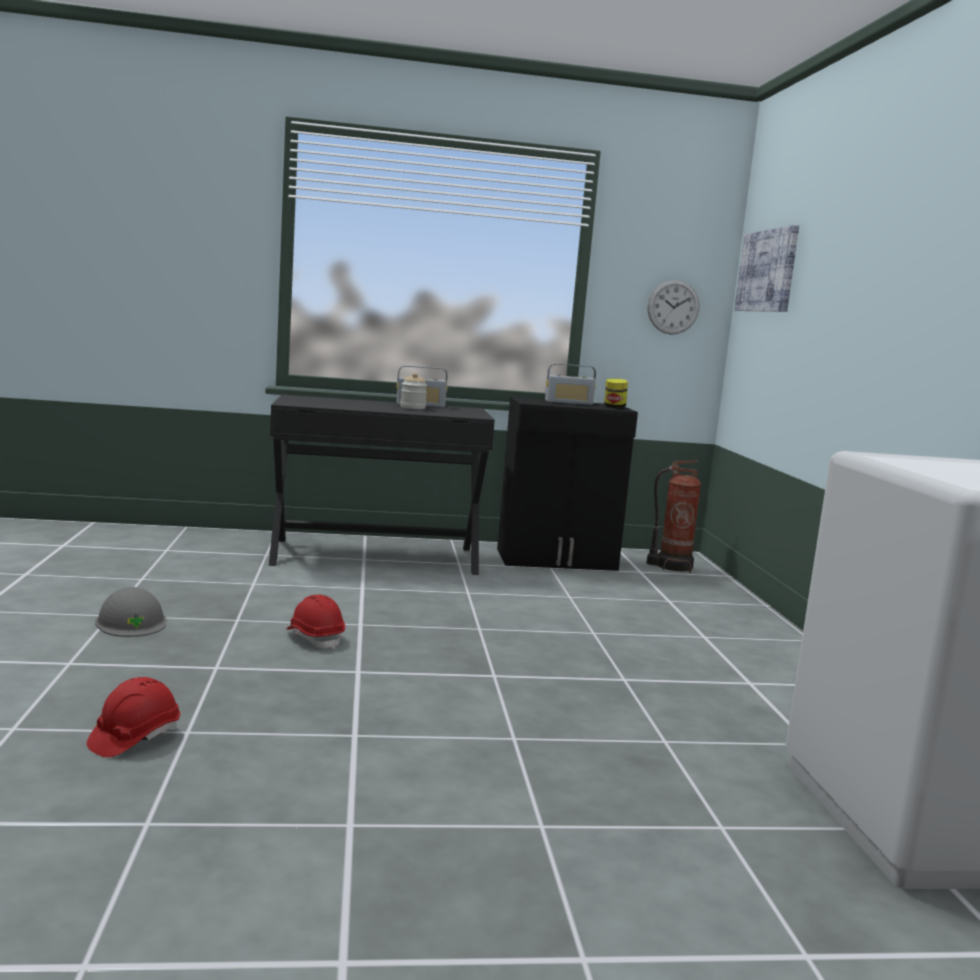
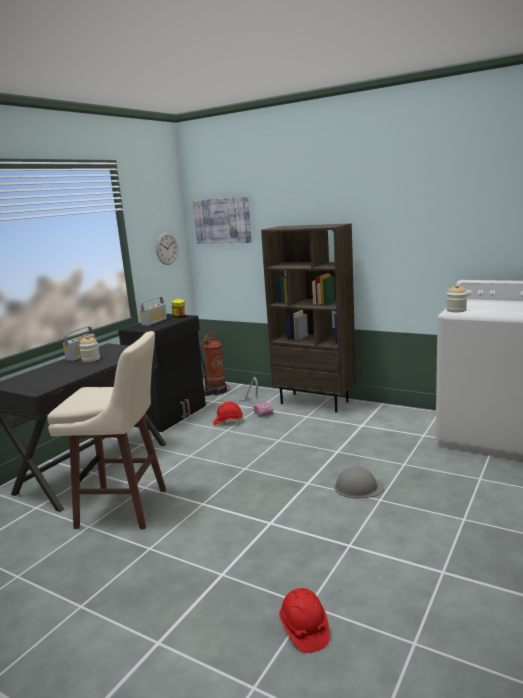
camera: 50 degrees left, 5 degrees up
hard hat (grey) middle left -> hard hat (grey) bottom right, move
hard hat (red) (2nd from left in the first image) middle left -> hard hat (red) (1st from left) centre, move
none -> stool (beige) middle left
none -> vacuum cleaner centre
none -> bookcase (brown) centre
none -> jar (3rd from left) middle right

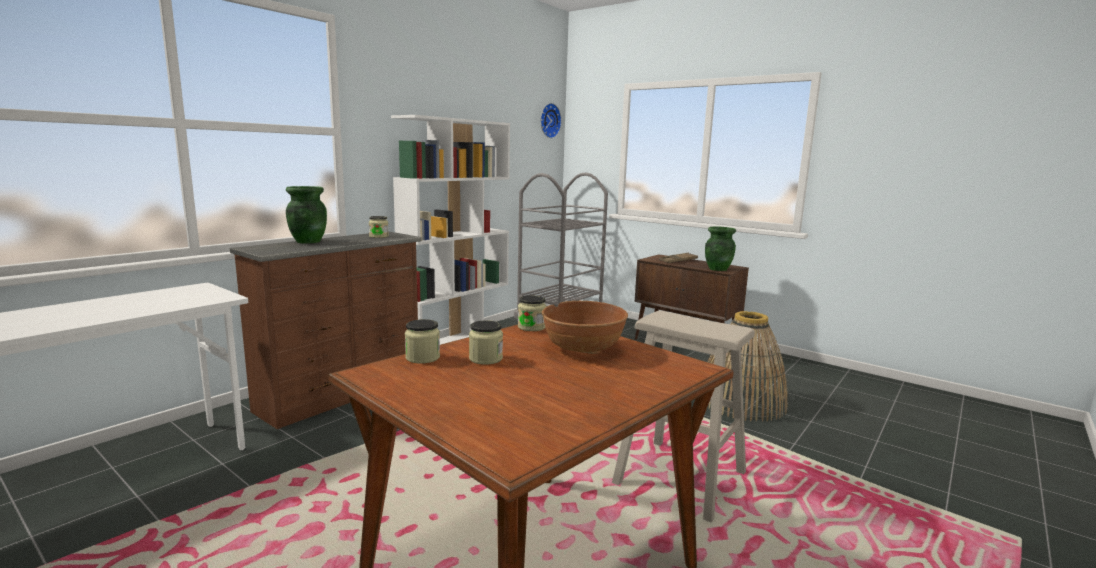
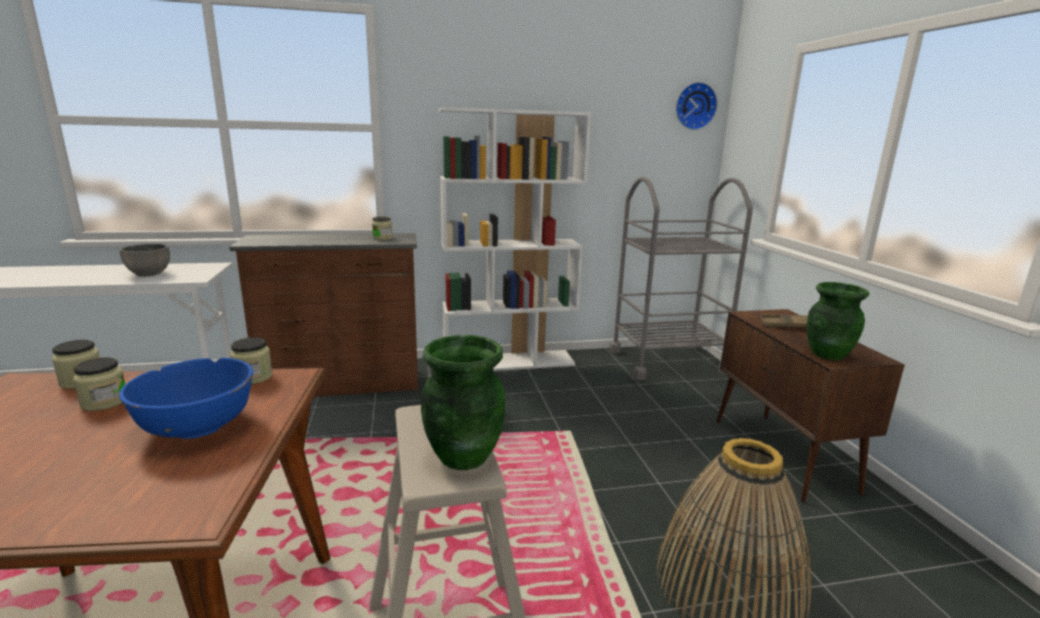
camera: 40 degrees right, 5 degrees up
vase (green) (1st from left) middle left -> vase (green) (1st from left) centre, move
bowl (brown) centre -> bowl (blue) middle left
none -> bowl (grey) middle left

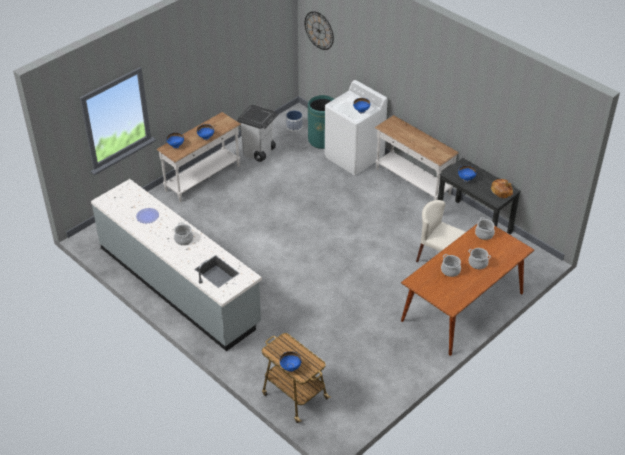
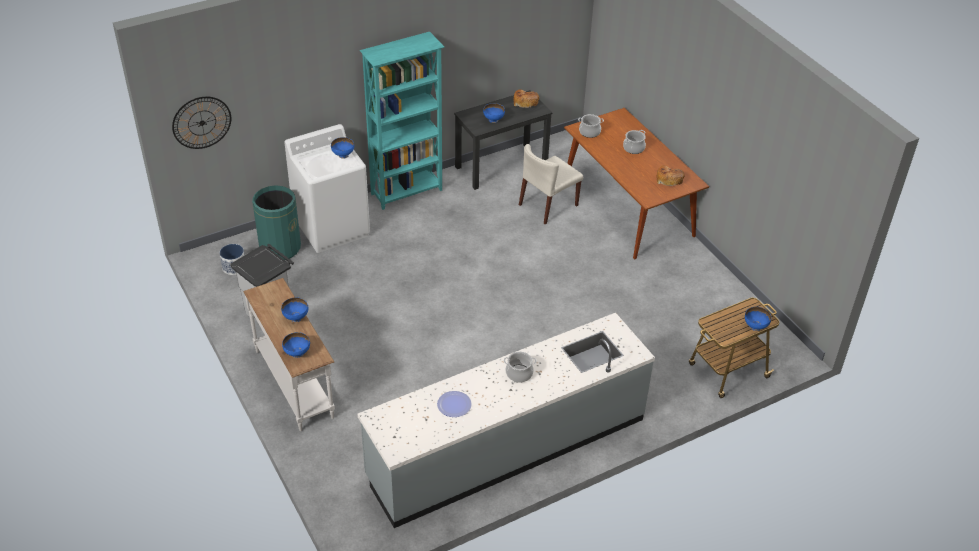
camera: 75 degrees left, 0 degrees up
console table (white) (2nd from left) centre -> bookcase (turquoise) top centre
cooking pot (2nd from left) middle right -> none
none -> bread (2nd from left) top right

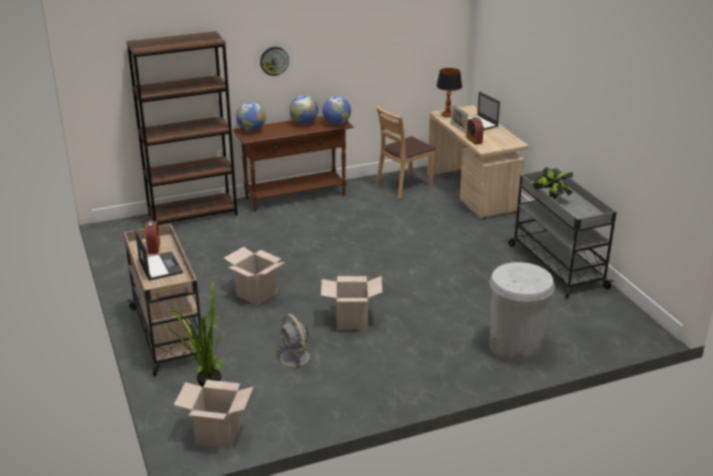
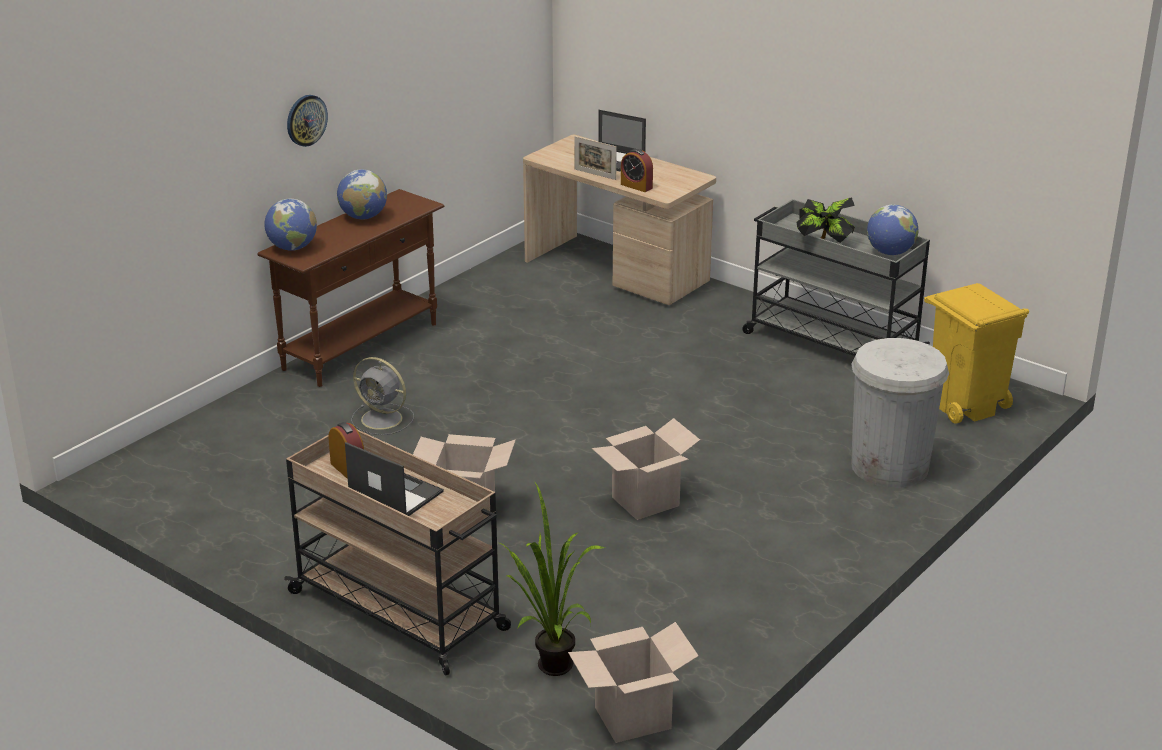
camera: 30 degrees left, 0 degrees up
bookcase (brown) top left -> none
fan (grey) bottom centre -> fan (grey) middle left, move
globe (3rd from left) top centre -> globe (3rd from left) top right, move
chair (brown) top centre -> none
table lamp top centre -> none
none -> trash can (yellow) middle right

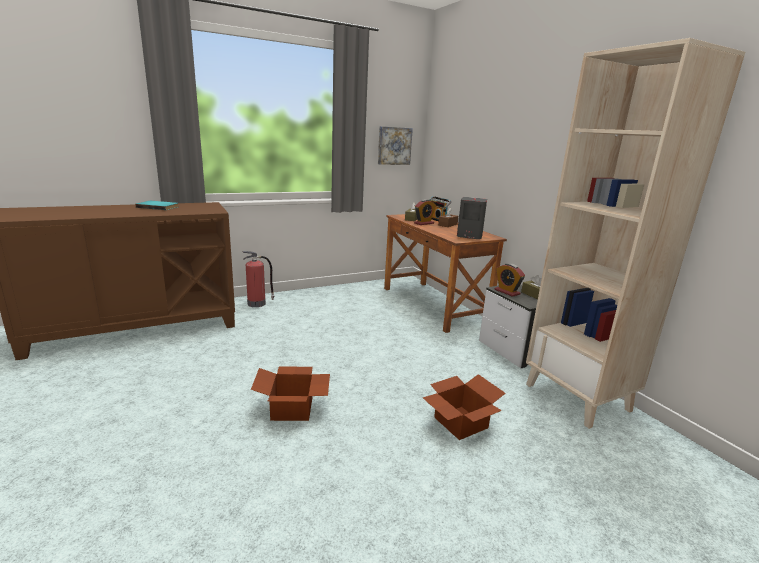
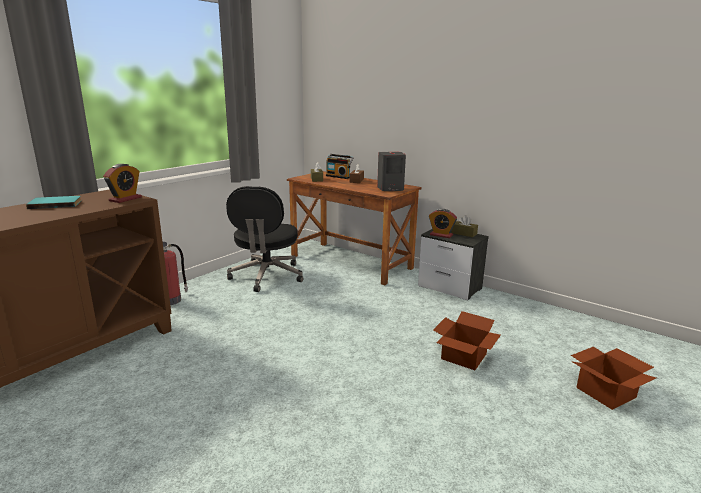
camera: 25 degrees left, 0 degrees up
cardboard box (1st from left in the first image) bottom centre -> cardboard box (2nd from left) bottom right, move
picture top centre -> none
alarm clock (1st from left) centre -> alarm clock (1st from left) middle left, move
bookcase (beige) middle right -> none
none -> office chair (black) centre

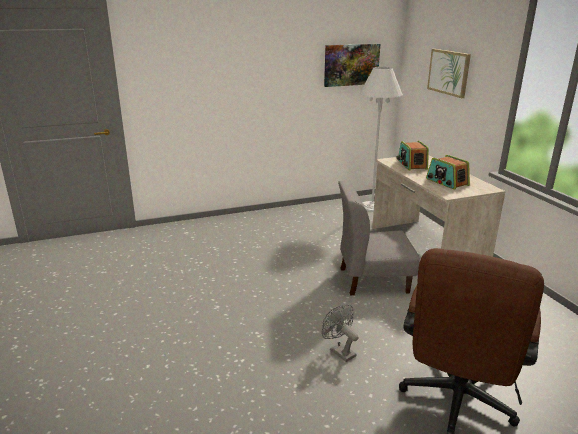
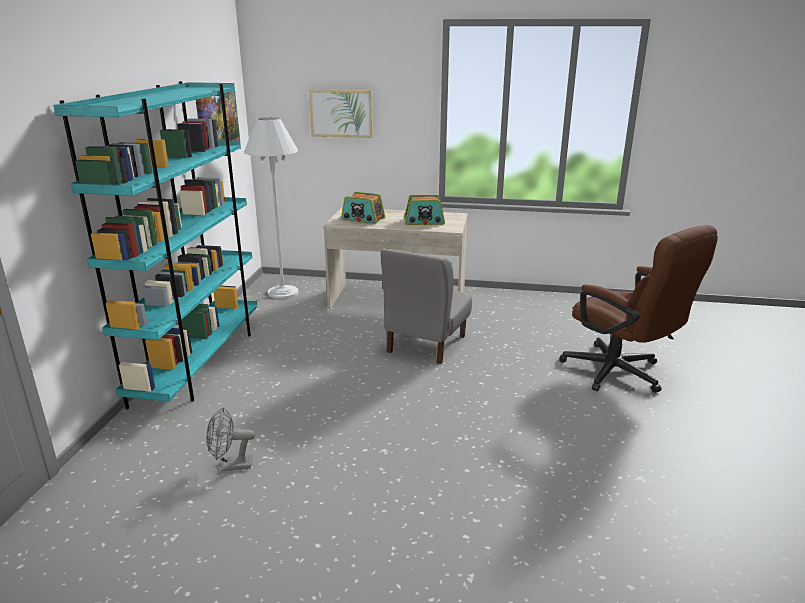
camera: 60 degrees left, 0 degrees up
fan (grey) bottom centre -> fan (grey) bottom left, move
none -> bookcase (turquoise) middle left

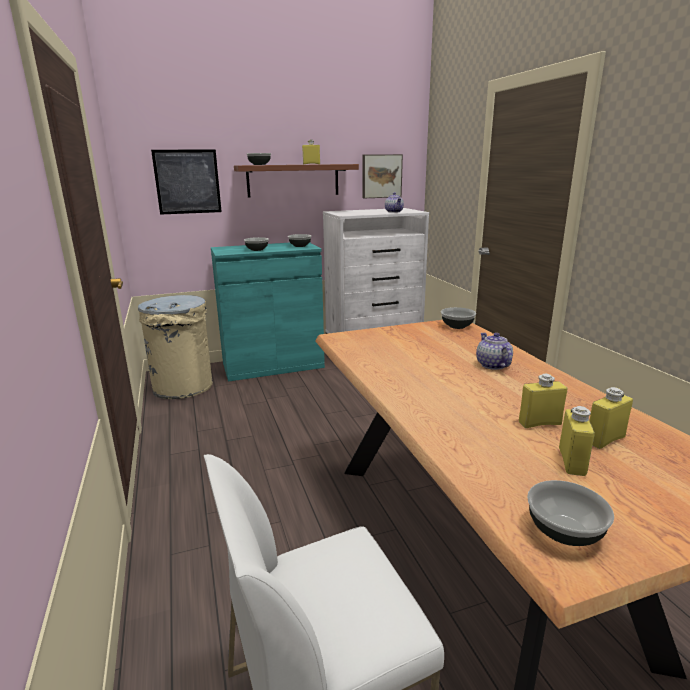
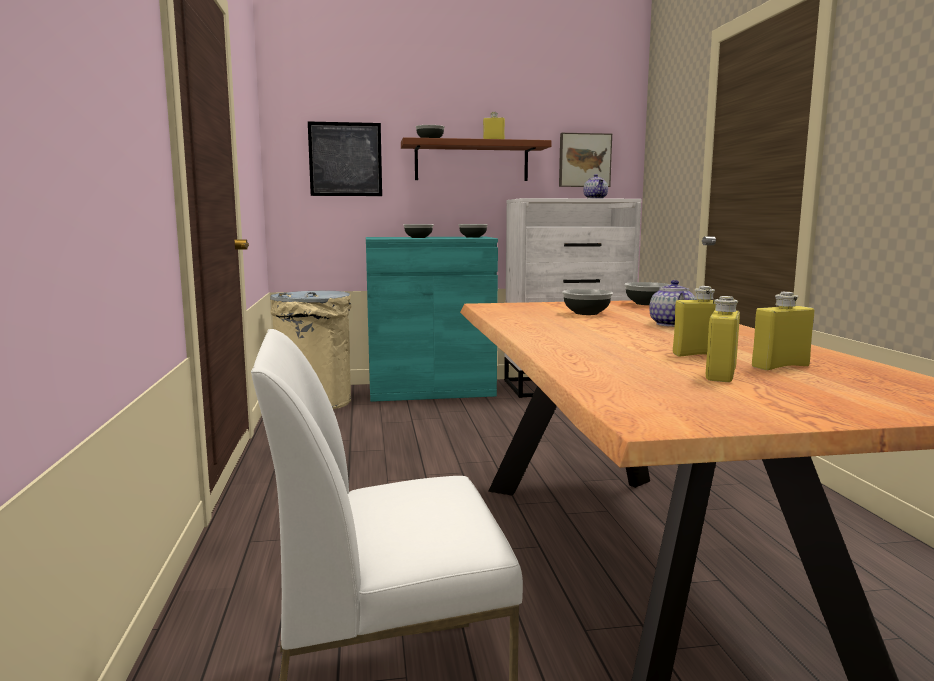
camera: 10 degrees right, 10 degrees down
bowl (5th from left in the first image) bottom right -> bowl (4th from left) centre, move

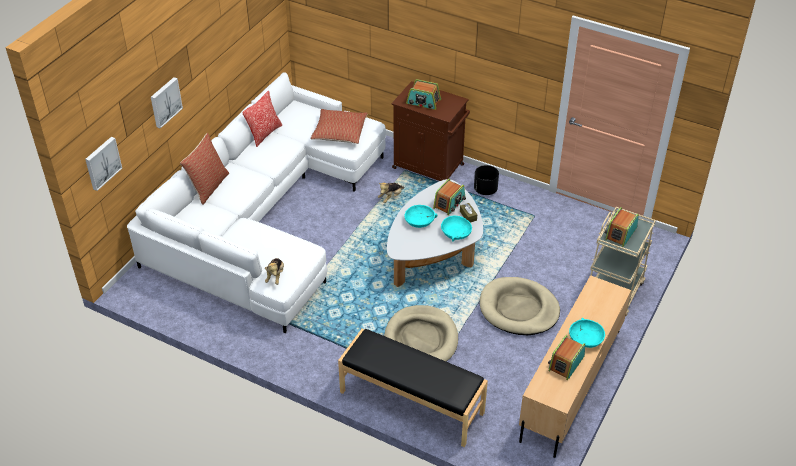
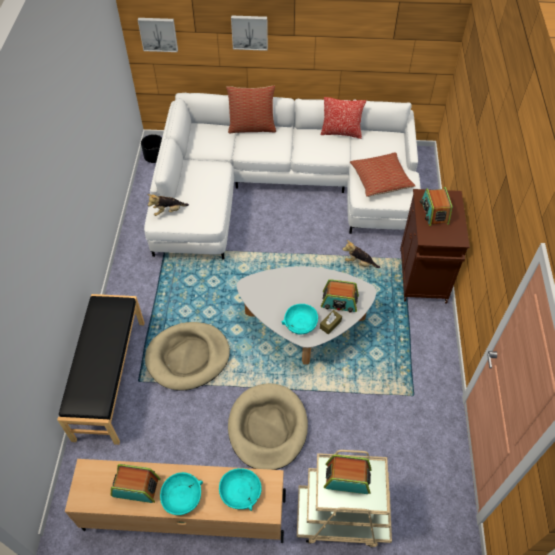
camera: 65 degrees right, 10 degrees up
bowl (turquoise) (1st from left in the first image) centre -> bowl (turquoise) (2nd from left) bottom centre, move
planter (black) centre -> planter (black) top left, move

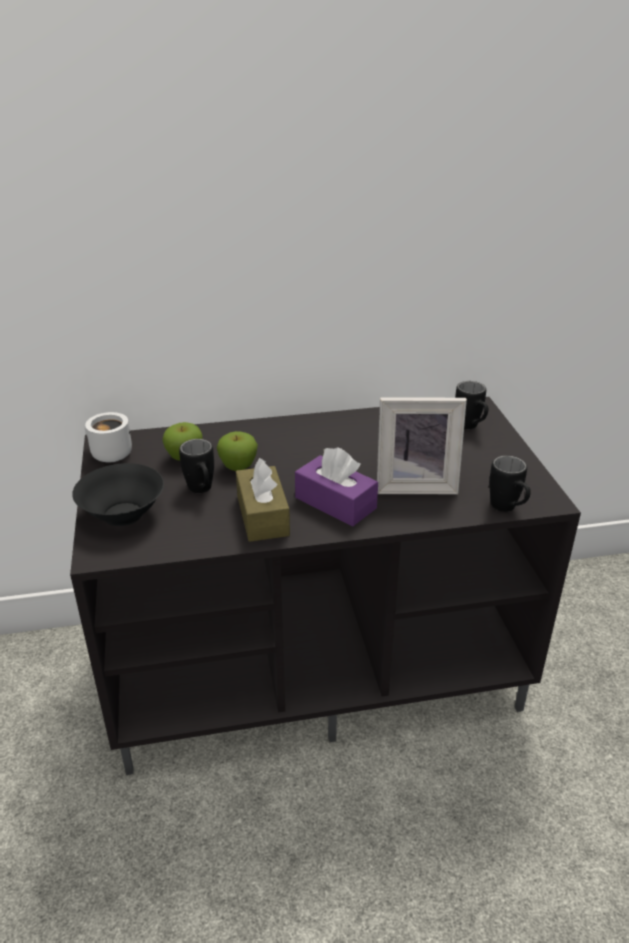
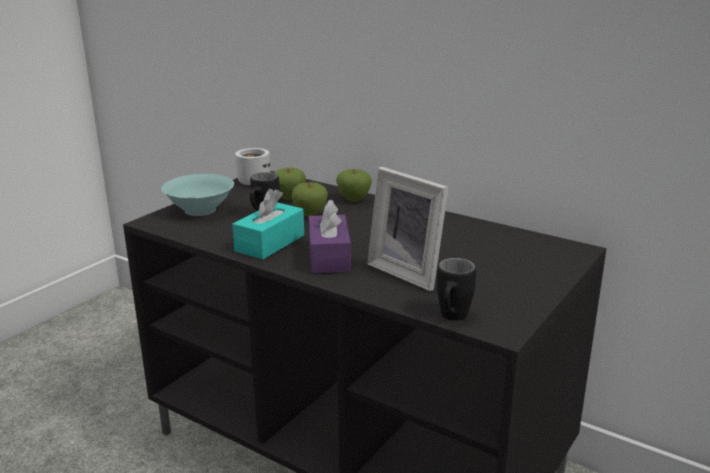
camera: 45 degrees right, 10 degrees down
bowl (black) middle left -> bowl (turquoise) middle left
tissue box (brown) centre -> tissue box (turquoise) centre
mug (black) (2nd from left) middle right -> none
none -> apple (3rd from left) centre

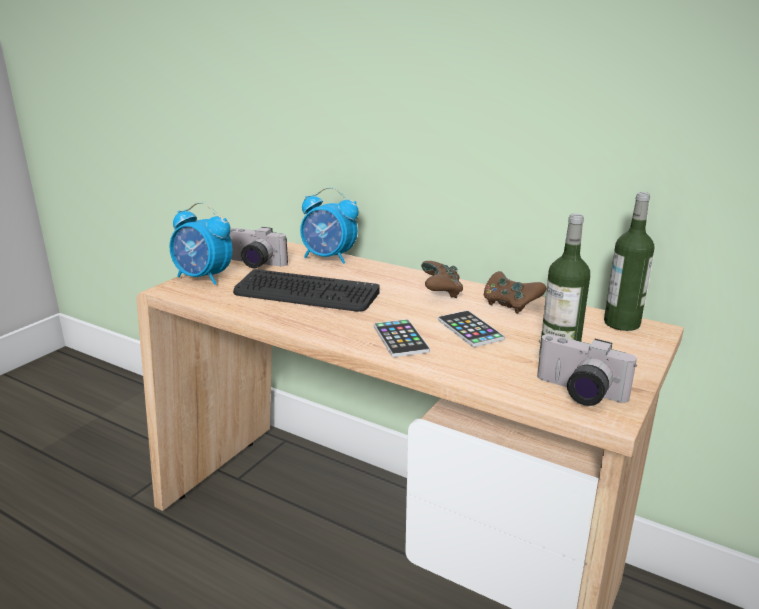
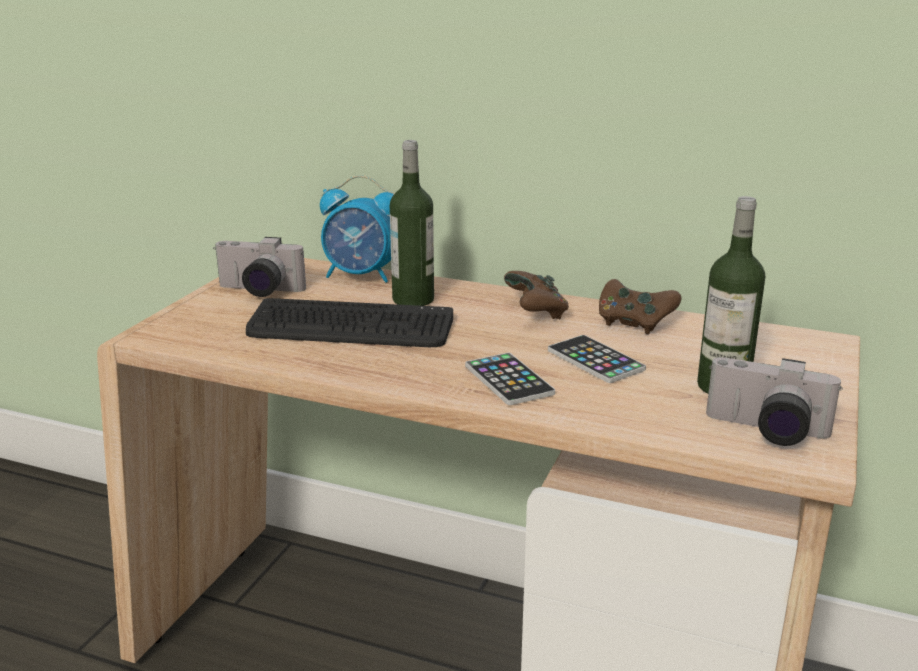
camera: 10 degrees left, 0 degrees up
alarm clock (1st from left) middle left -> none
bottle (2nd from left in the first image) middle right -> bottle (1st from left) top centre, move

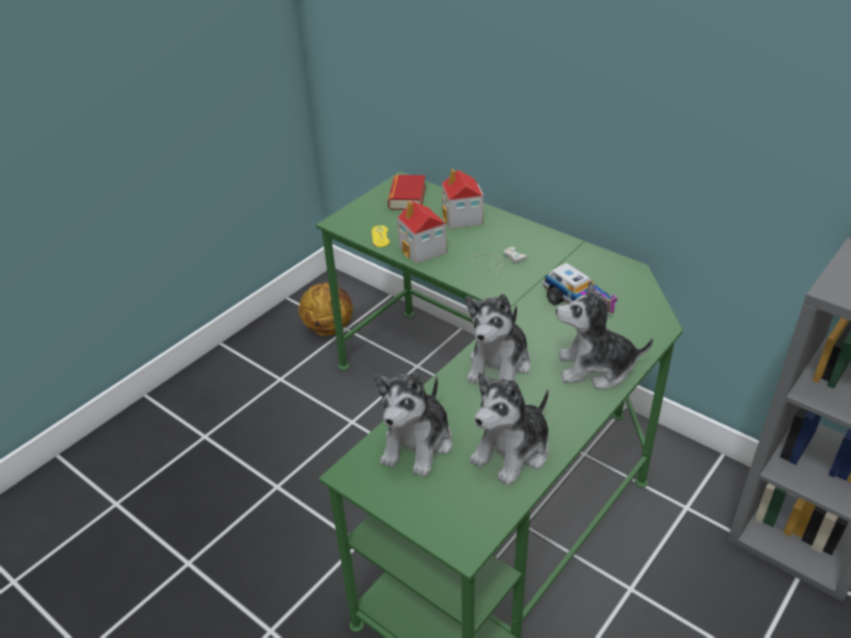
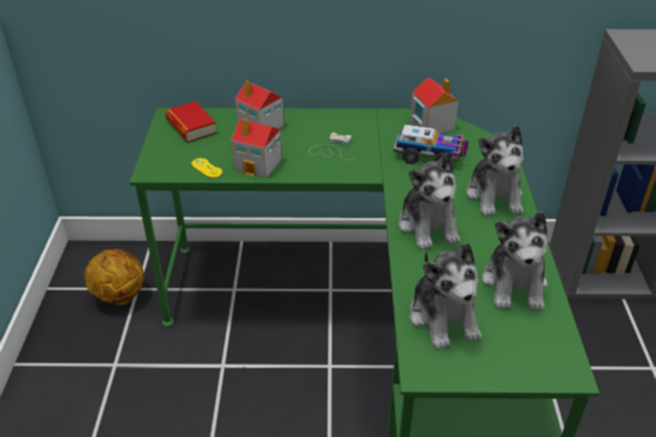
camera: 40 degrees left, 0 degrees up
plush toy (4th from left in the first image) middle right -> plush toy (3rd from left) middle right, 60 degrees counterclockwise
none -> toy house (3rd from left) top centre

